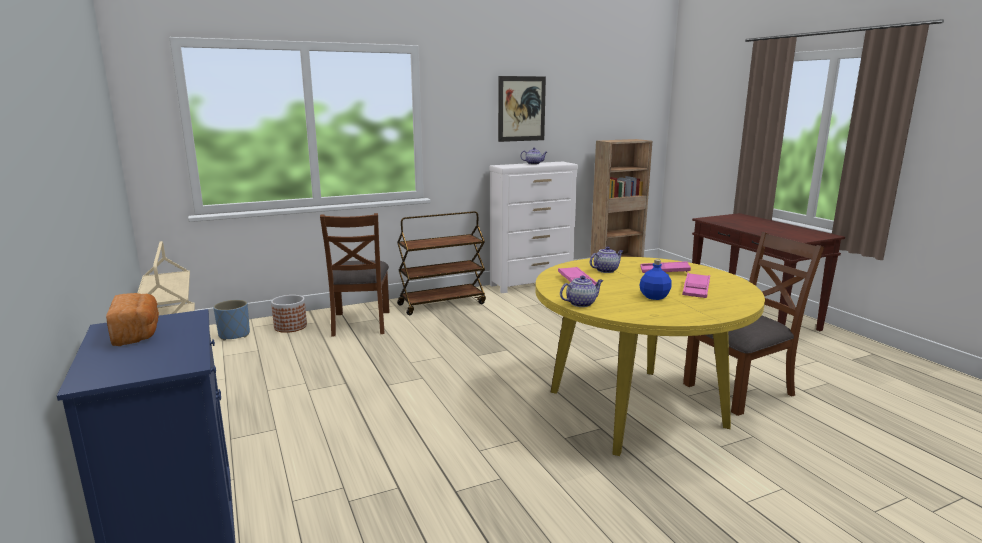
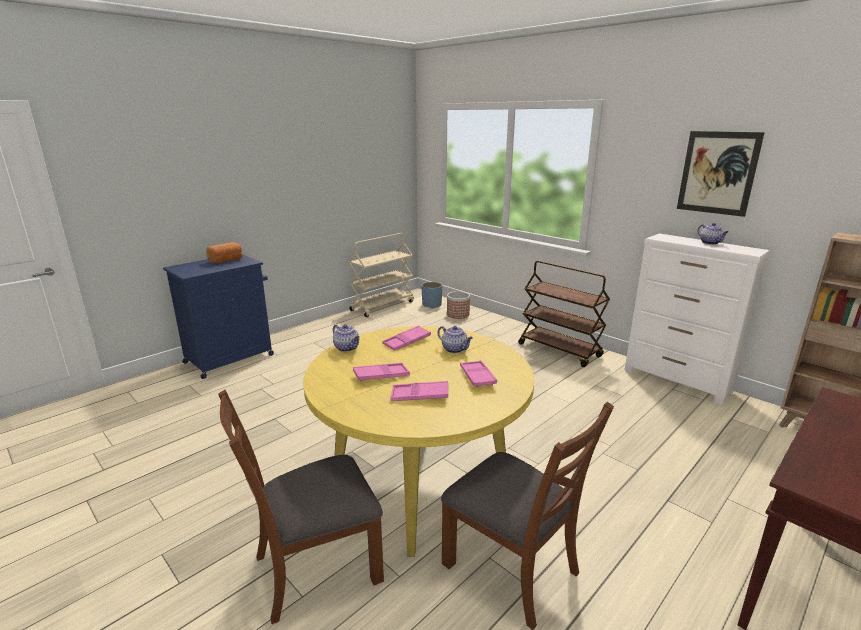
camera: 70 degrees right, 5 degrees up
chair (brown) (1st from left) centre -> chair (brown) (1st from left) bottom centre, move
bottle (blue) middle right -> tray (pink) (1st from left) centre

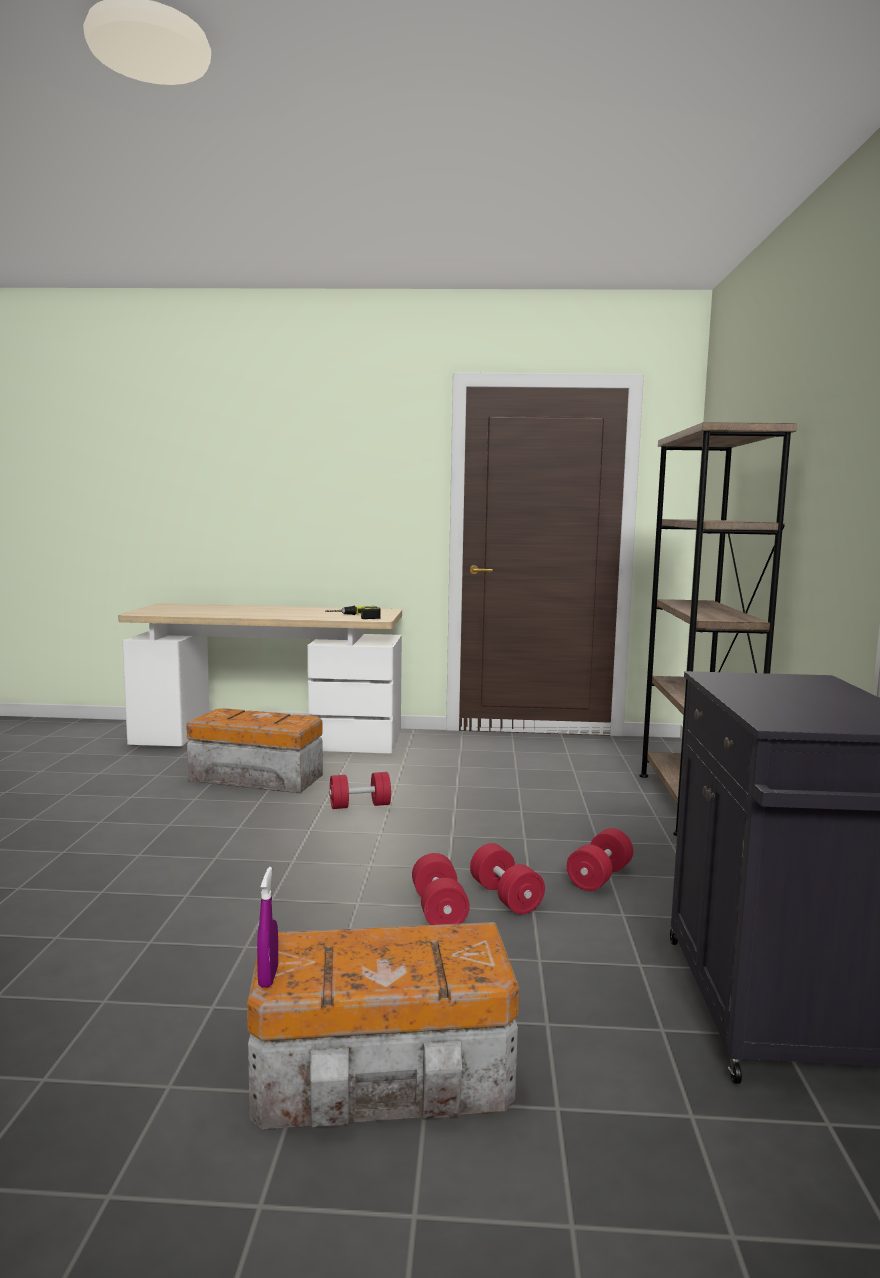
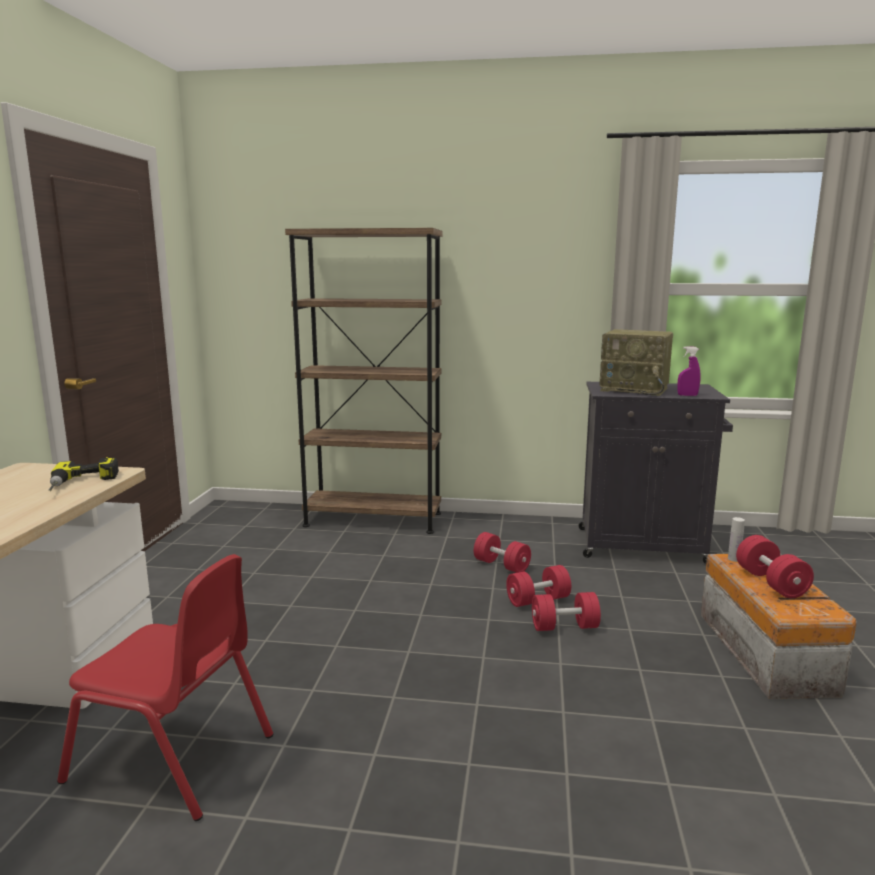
camera: 85 degrees left, 5 degrees up
storage box (1st from left) middle left -> chair (red) bottom left
spray bottle (purple) bottom left -> spray bottle (purple) middle right, move
dumbbell (red) (1st from left in the first image) centre -> dumbbell (red) (4th from left) middle right, move
none -> radio middle right
none -> bottle (white) middle right

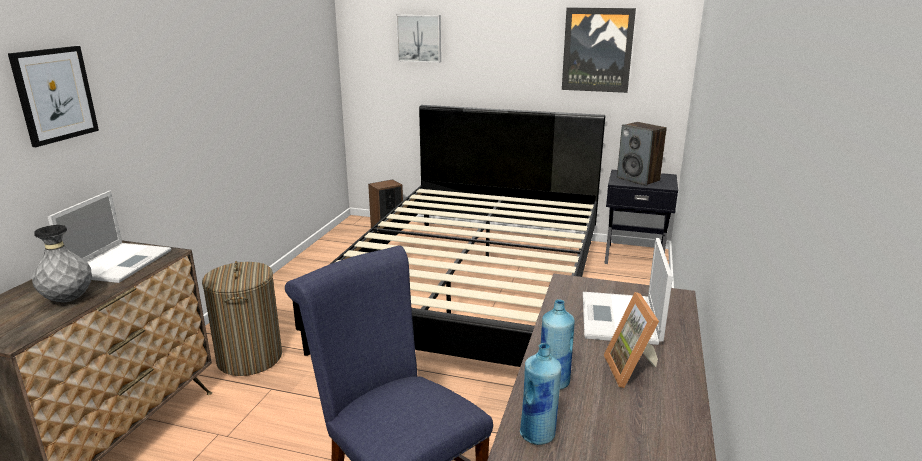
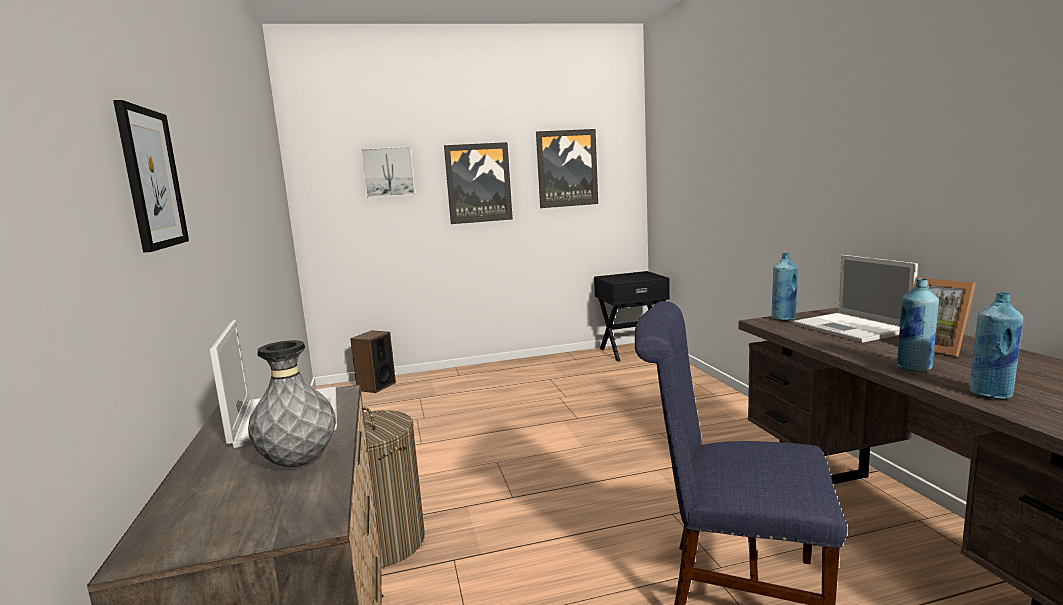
camera: 30 degrees left, 10 degrees down
bed (black) centre -> none
speaker (2nd from left) middle right -> none
none -> picture (3rd from left) top centre
none -> bottle (blue) (1st from left) middle right

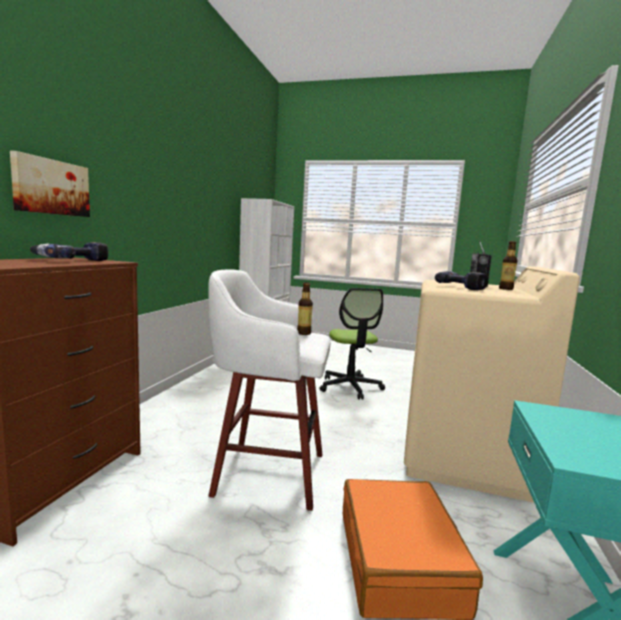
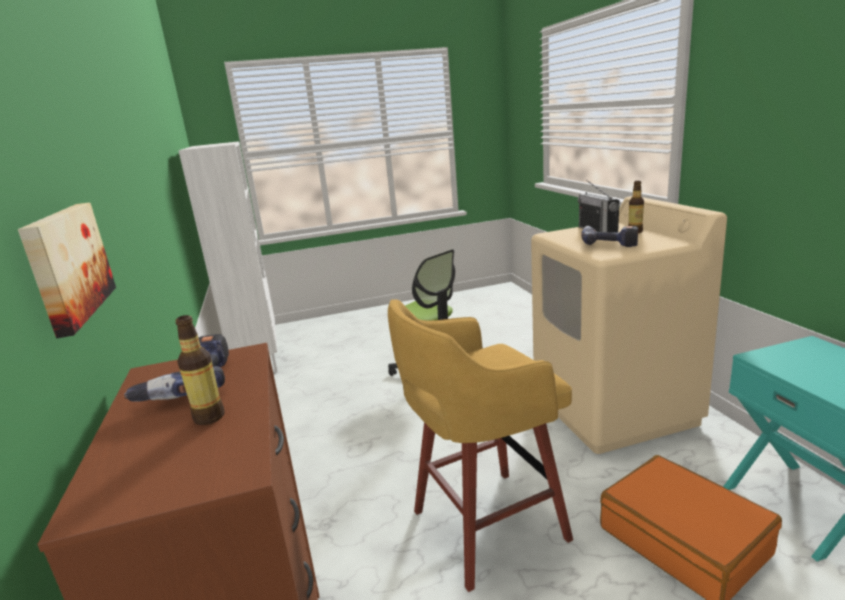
camera: 30 degrees left, 10 degrees up
stool (white) centre -> stool (yellow) bottom centre
bottle (1st from left) centre -> bottle (1st from left) middle left, move

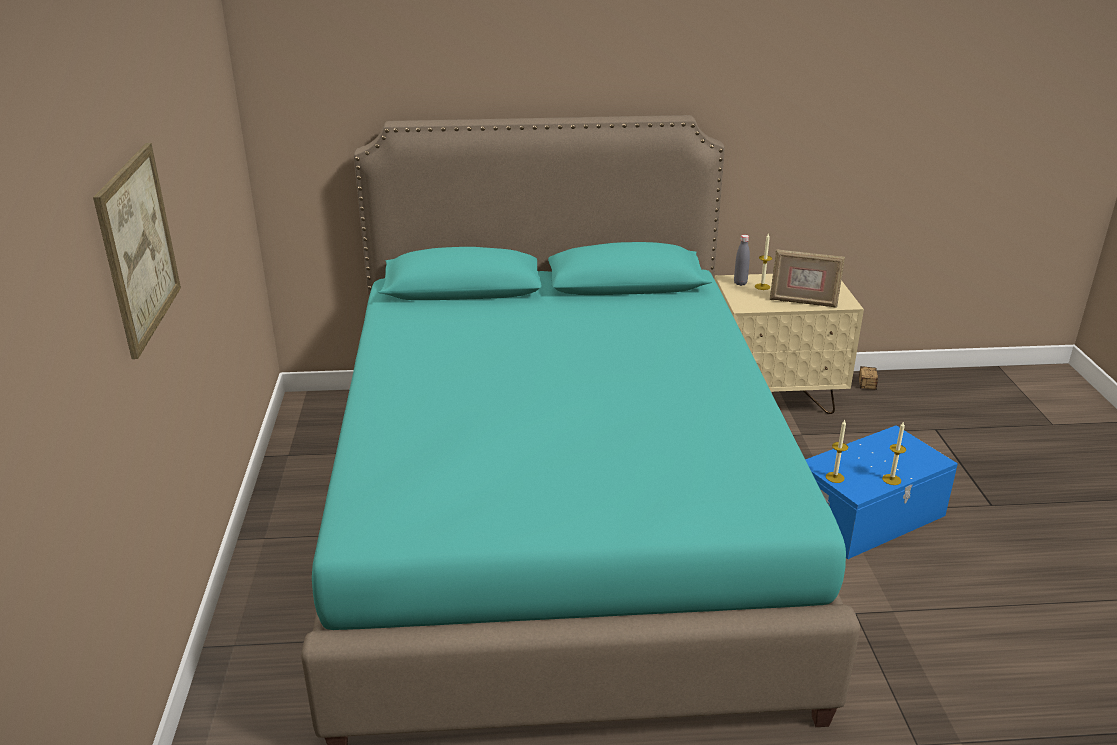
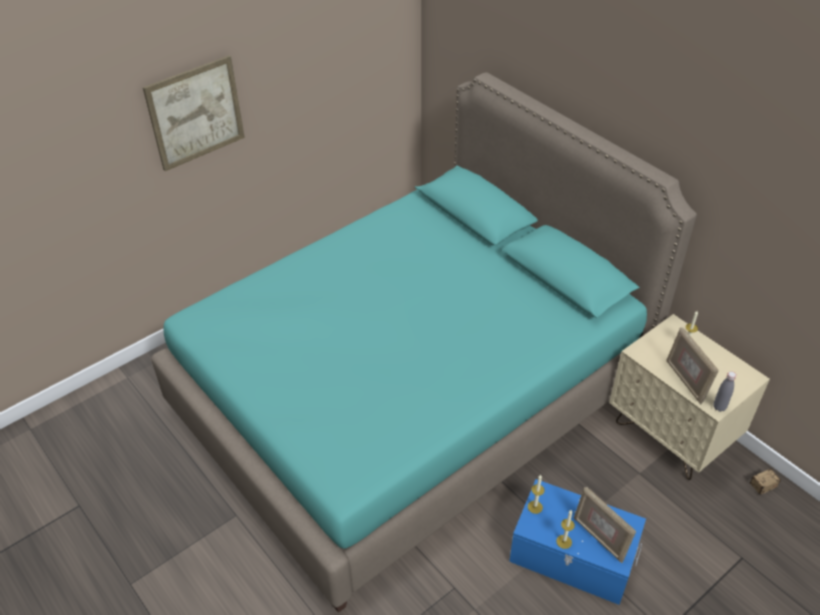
camera: 55 degrees right, 15 degrees up
bottle (grey) centre -> bottle (grey) middle right, move
none -> picture frame (1st from left) bottom right

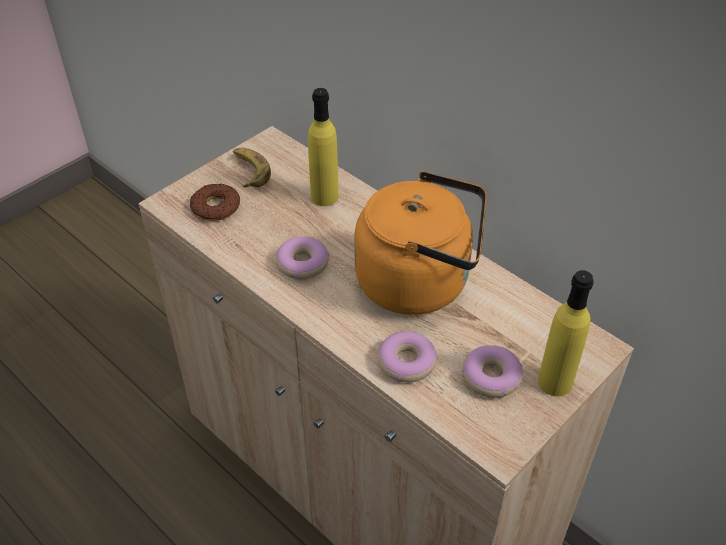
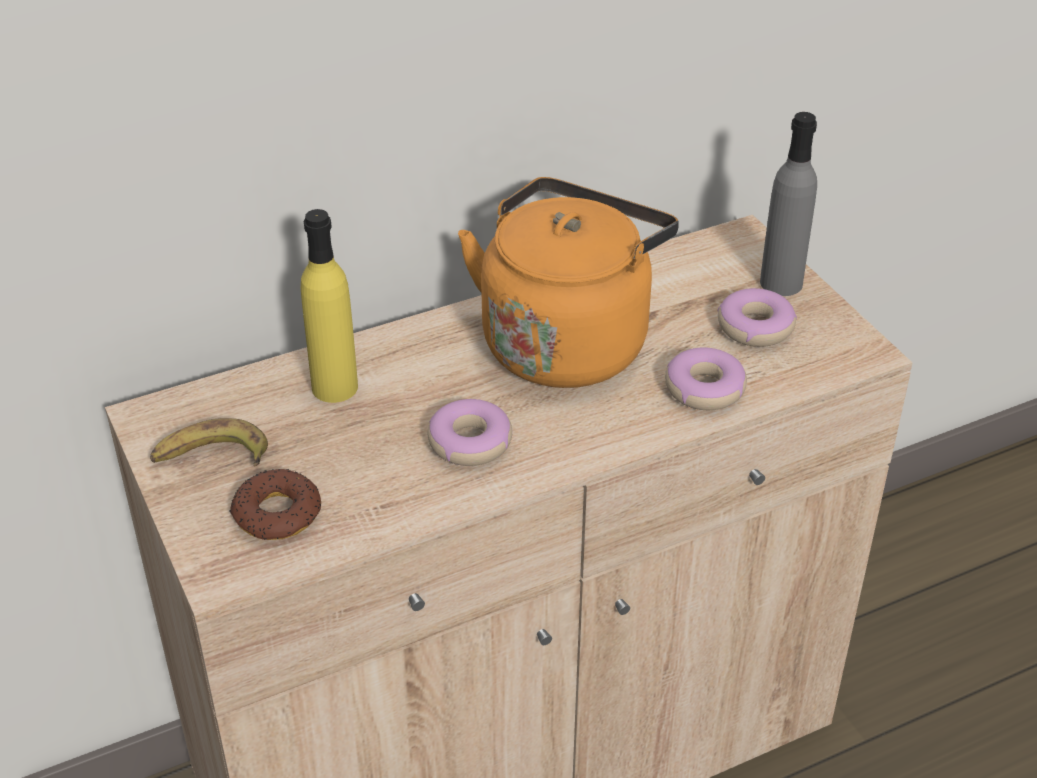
camera: 70 degrees left, 5 degrees down
bottle (yellow) (2nd from left) middle right -> bottle (grey) top right

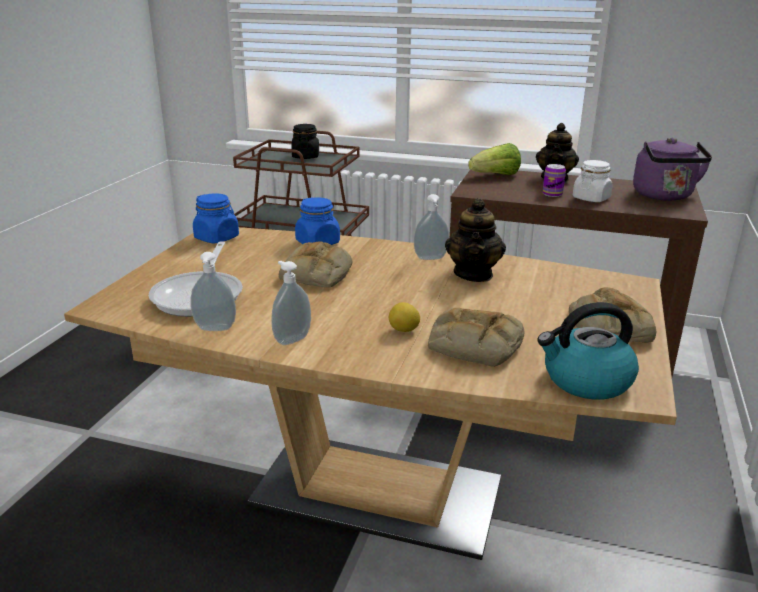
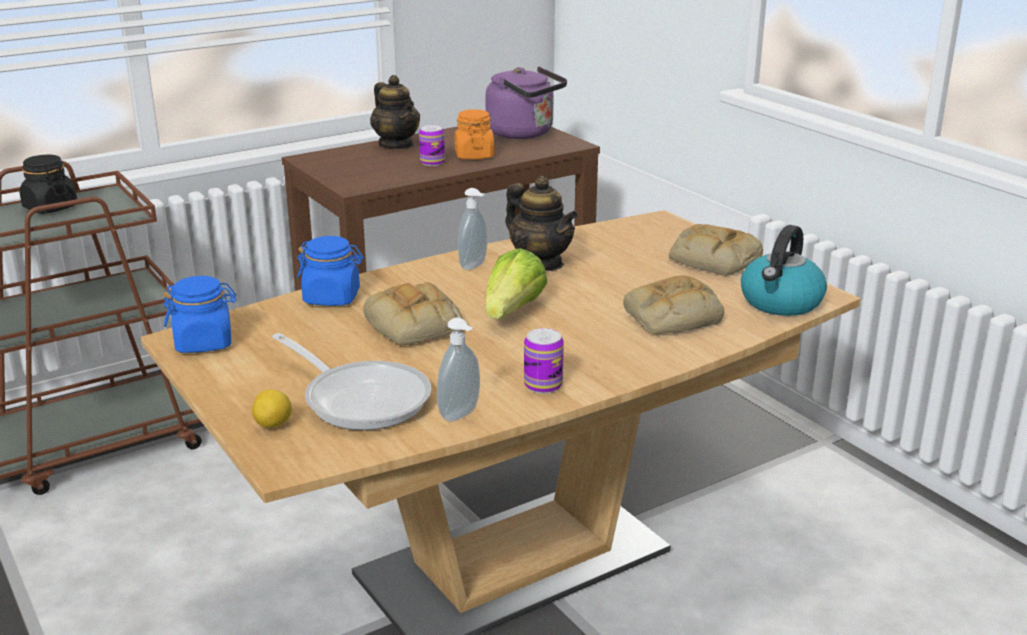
camera: 50 degrees left, 0 degrees up
soap dispenser (2nd from left) centre -> can (2nd from left) centre
lemon centre -> lemon middle left, move
lettuce top centre -> lettuce centre, move
jar (white) top right -> jar (orange) top centre

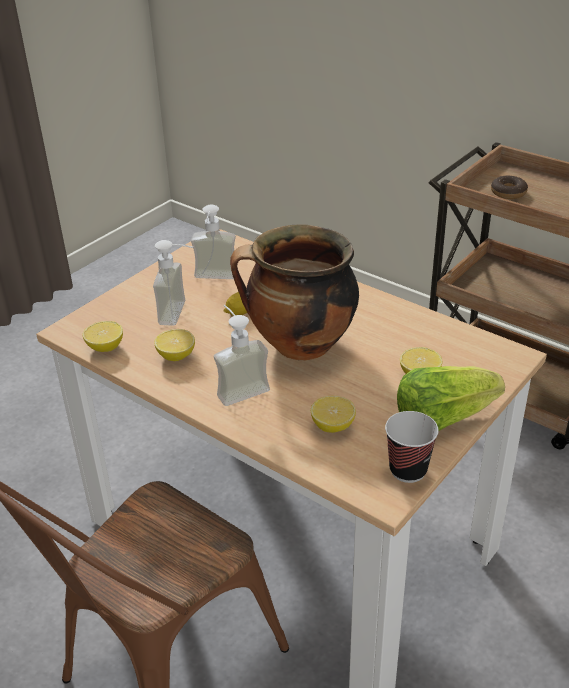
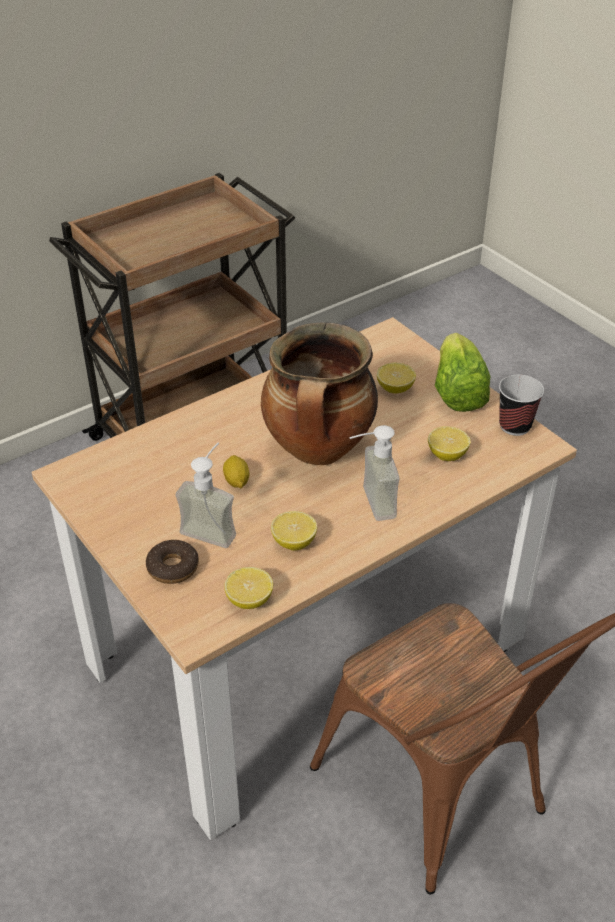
camera: 75 degrees left, 5 degrees up
soap dispenser (2nd from left) centre -> none
donut top right -> donut middle left, move

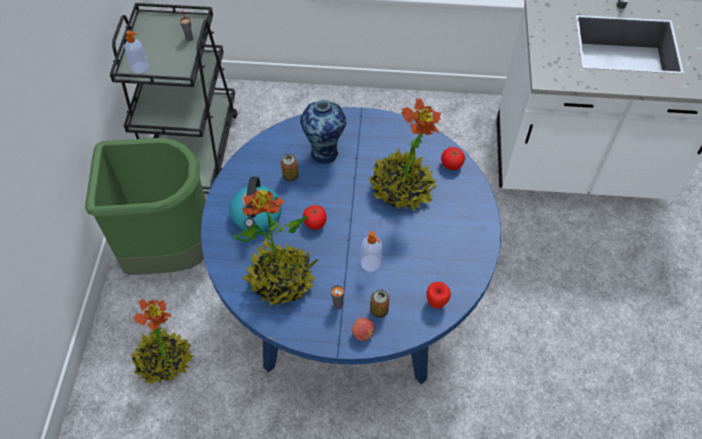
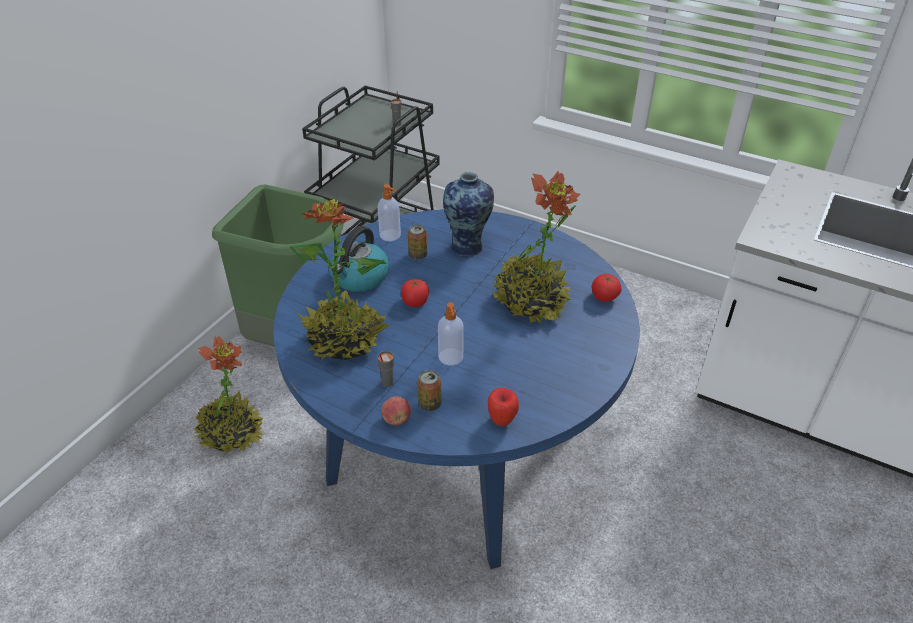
camera: 25 degrees right, 15 degrees down
soap dispenser (1st from left) top left -> soap dispenser (1st from left) centre, move

